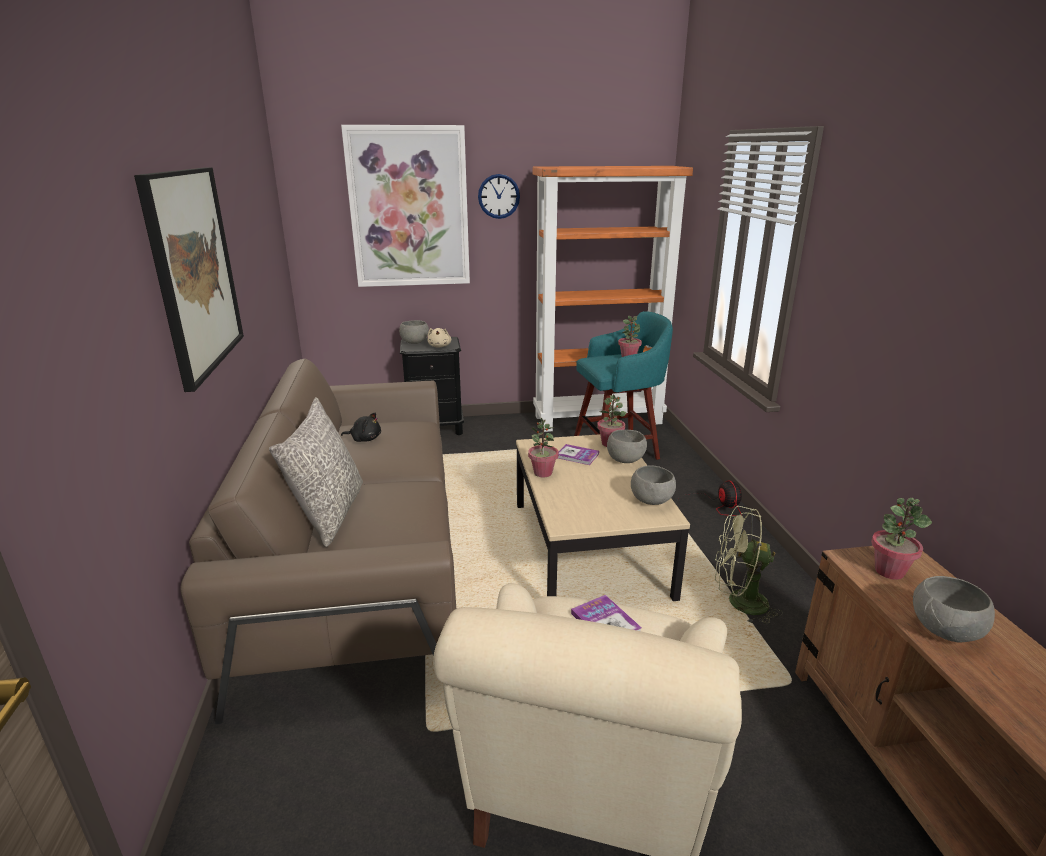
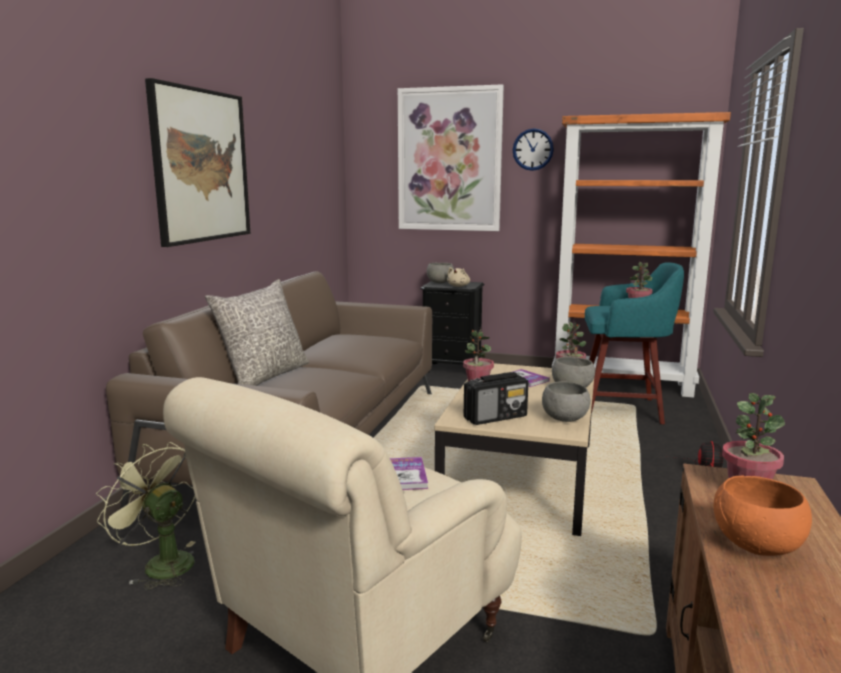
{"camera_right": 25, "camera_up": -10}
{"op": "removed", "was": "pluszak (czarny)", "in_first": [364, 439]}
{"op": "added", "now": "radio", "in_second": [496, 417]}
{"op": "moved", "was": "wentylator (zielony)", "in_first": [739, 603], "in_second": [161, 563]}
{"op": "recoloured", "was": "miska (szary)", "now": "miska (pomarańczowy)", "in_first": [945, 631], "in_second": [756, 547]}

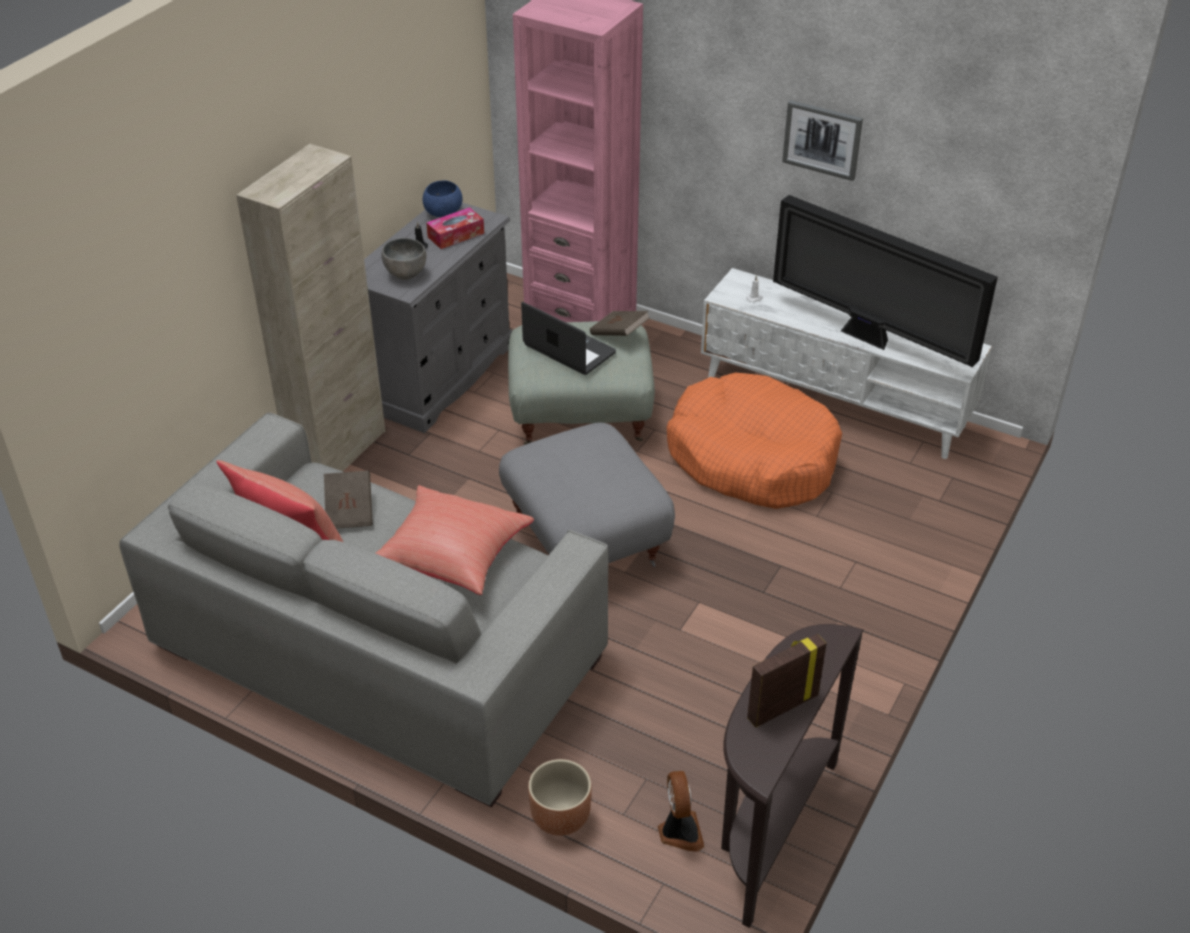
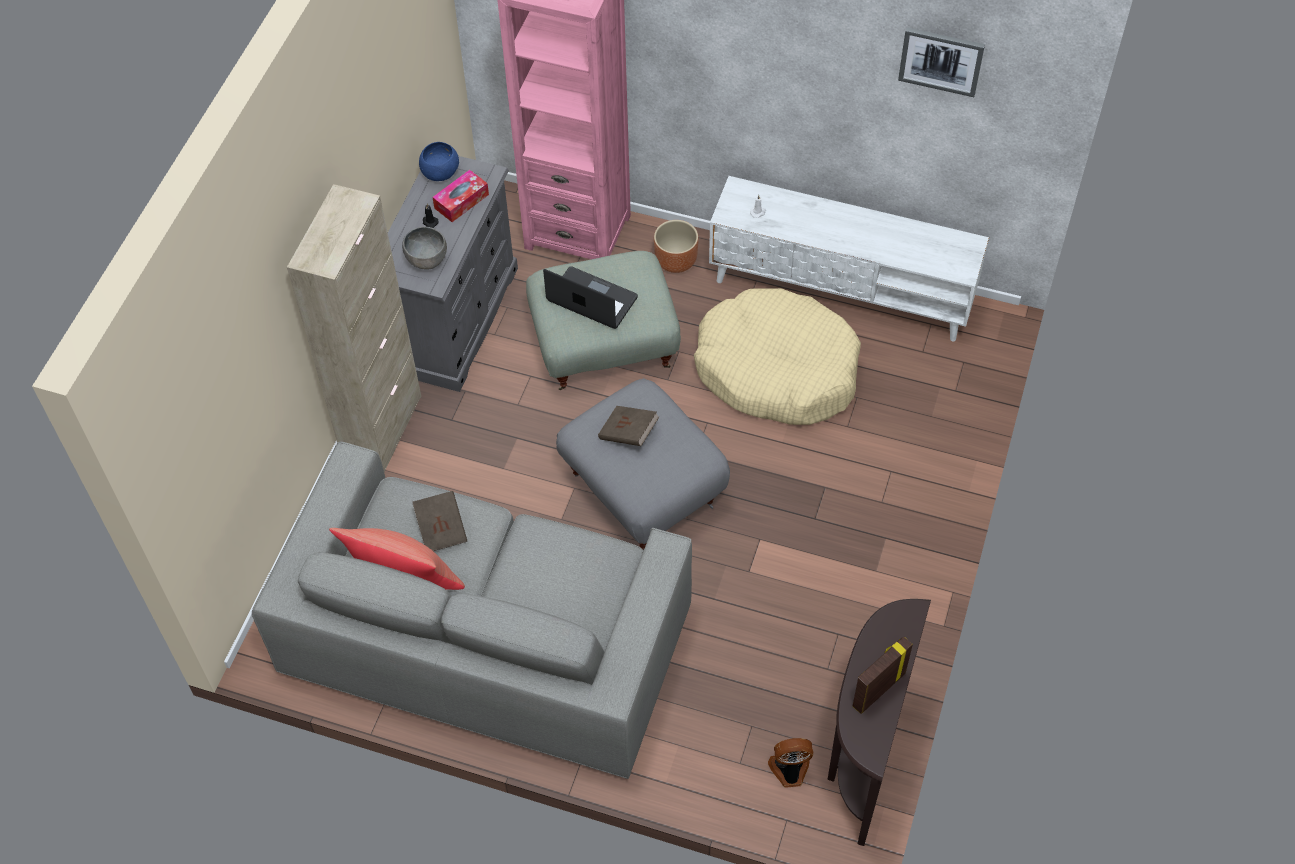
{"camera_right": -10, "camera_up": 15}
{"op": "removed", "was": "poduszka (czerwony)", "in_first": [451, 558]}
{"op": "removed", "was": "telewizor", "in_first": [868, 338]}
{"op": "moved", "was": "donica (brązowy)", "in_first": [559, 817], "in_second": [675, 261]}
{"op": "moved", "was": "książka (brązowy)", "in_first": [619, 334], "in_second": [628, 433]}
{"op": "moved", "was": "obraz", "in_first": [822, 139], "in_second": [941, 60]}
{"op": "recoloured", "was": "legowisko (pomarańczowy)", "now": "legowisko (beżowy)", "in_first": [752, 458], "in_second": [776, 370]}
{"op": "turned", "was": "wentylator", "in_first": [679, 832], "in_second": [790, 771], "clockwise": -75}

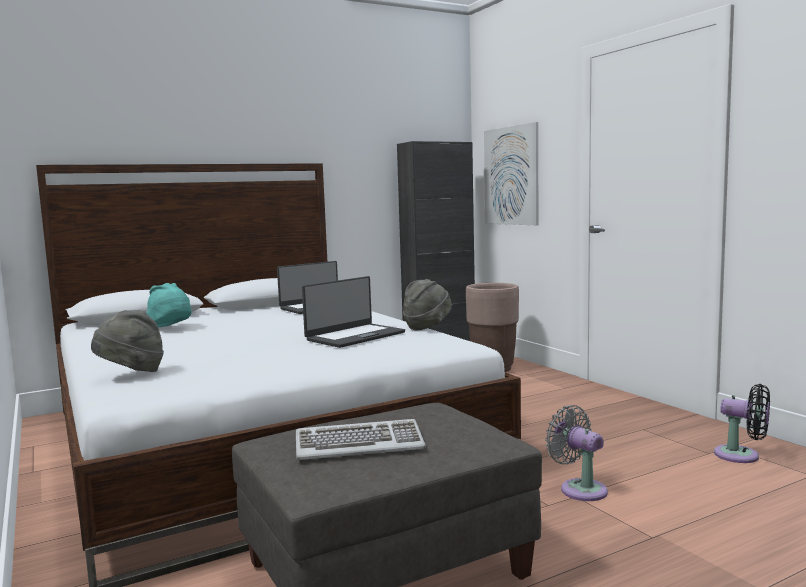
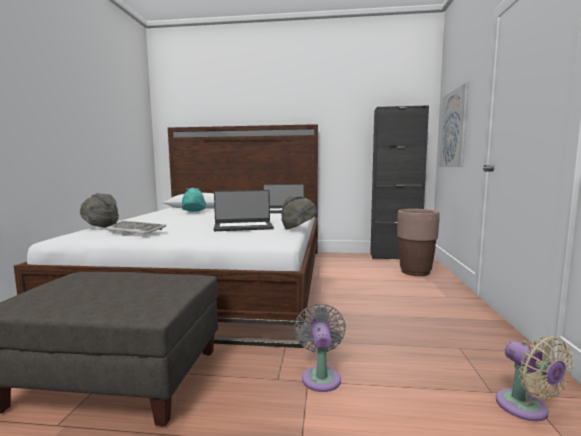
{"camera_right": 35, "camera_up": 0}
{"op": "moved", "was": "klawiatura", "in_first": [359, 444], "in_second": [136, 230]}
{"op": "recoloured", "was": "wentylator (czarny)", "now": "wentylator (beżowy)", "in_first": [741, 456], "in_second": [526, 409]}

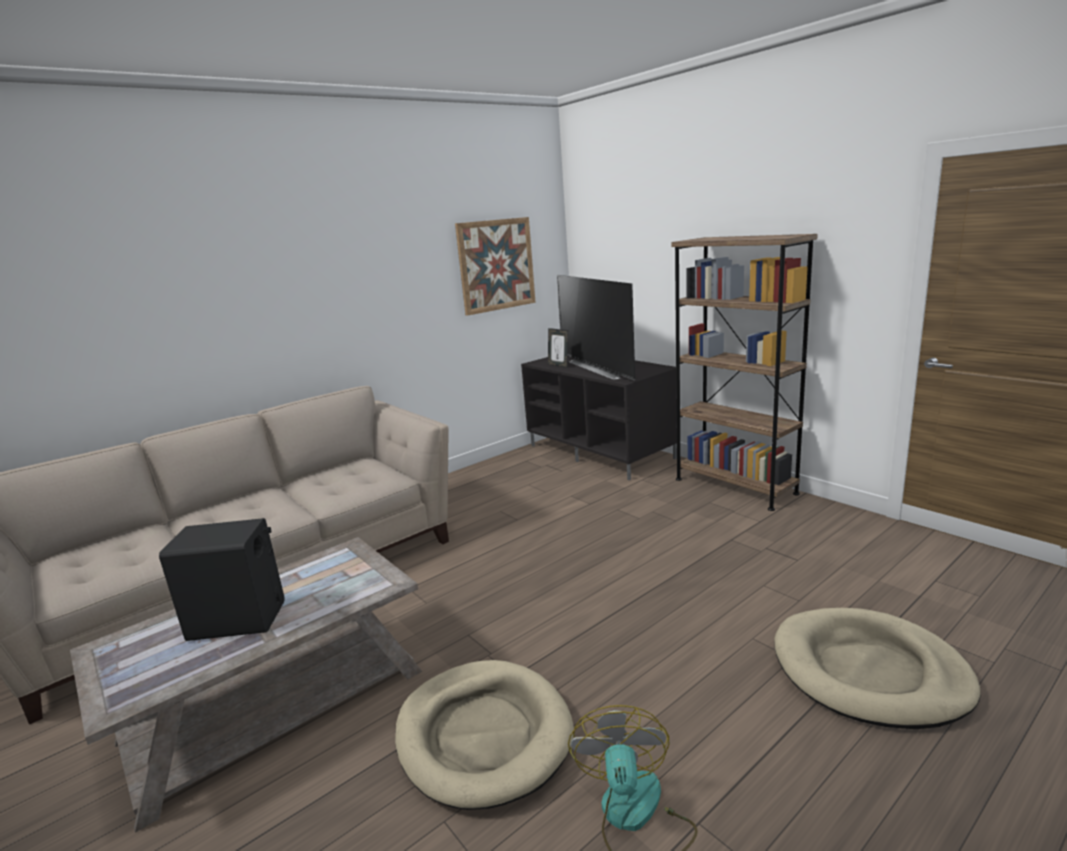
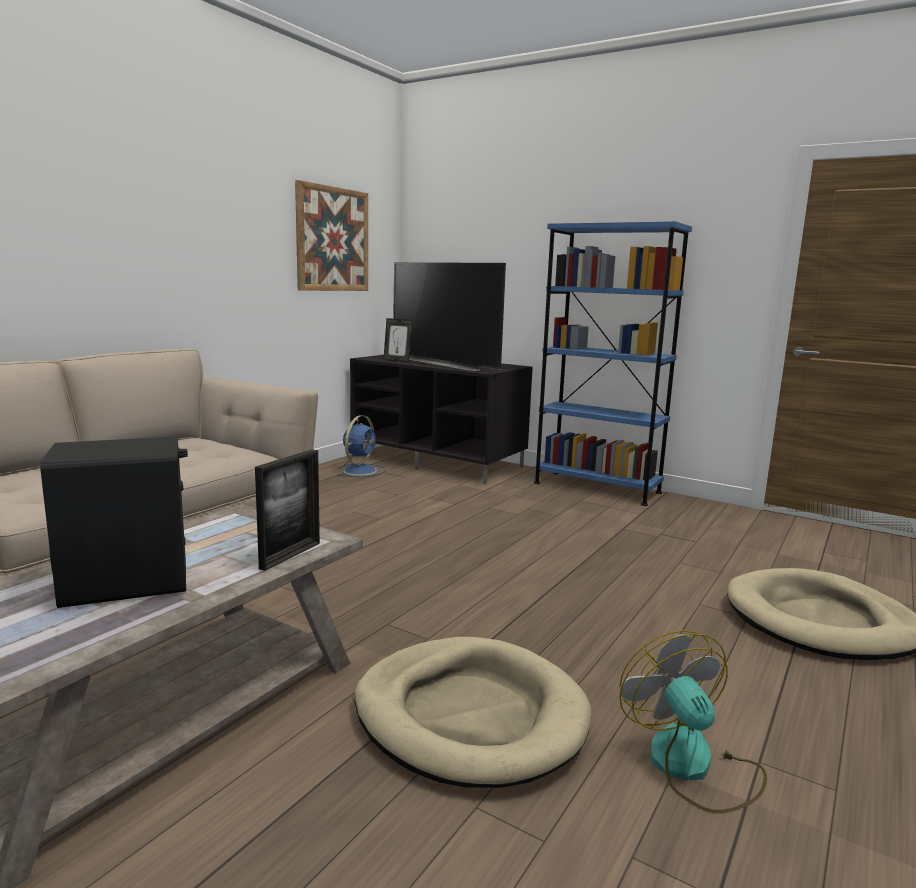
{"camera_right": -20, "camera_up": -5}
{"op": "added", "now": "ramka na zdjęcie", "in_second": [290, 555]}
{"op": "added", "now": "wentylator (niebieski)", "in_second": [360, 470]}
{"op": "recoloured", "was": "regał (brązowy)", "now": "regał (niebieski)", "in_first": [735, 486], "in_second": [596, 488]}

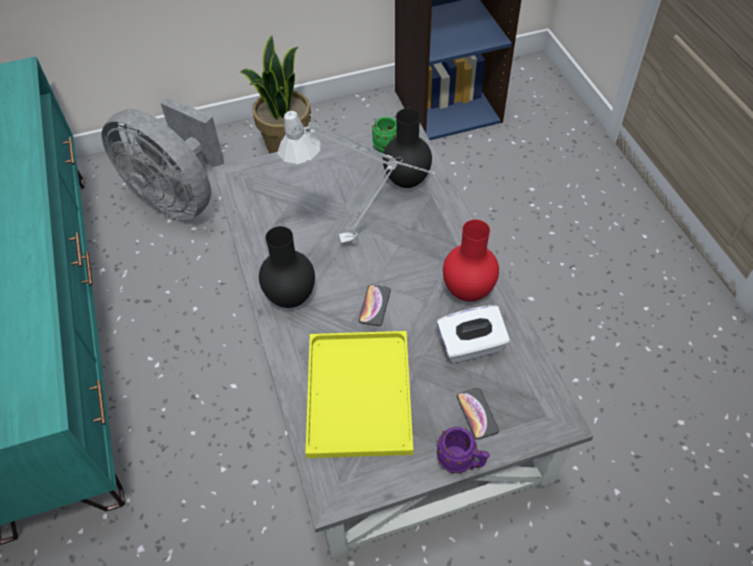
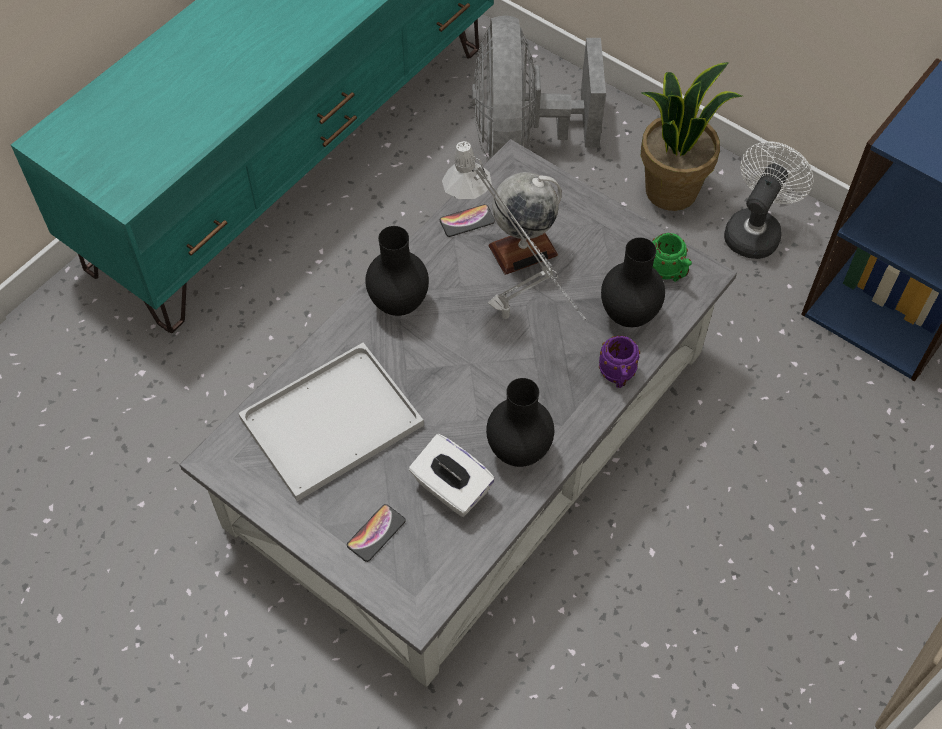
{"camera_right": 55, "camera_up": 5}
{"op": "added", "now": "globus", "in_second": [523, 250]}
{"op": "added", "now": "wentylator (biały)", "in_second": [755, 230]}
{"op": "moved", "was": "telefon", "in_first": [374, 305], "in_second": [467, 221]}
{"op": "moved", "was": "kubek (fioletowy)", "in_first": [461, 462], "in_second": [617, 376]}
{"op": "recoloured", "was": "taca (żółty)", "now": "taca (biały)", "in_first": [357, 391], "in_second": [333, 419]}
{"op": "recoloured", "was": "wazon (czerwony)", "now": "wazon (czarny)", "in_first": [467, 291], "in_second": [519, 450]}

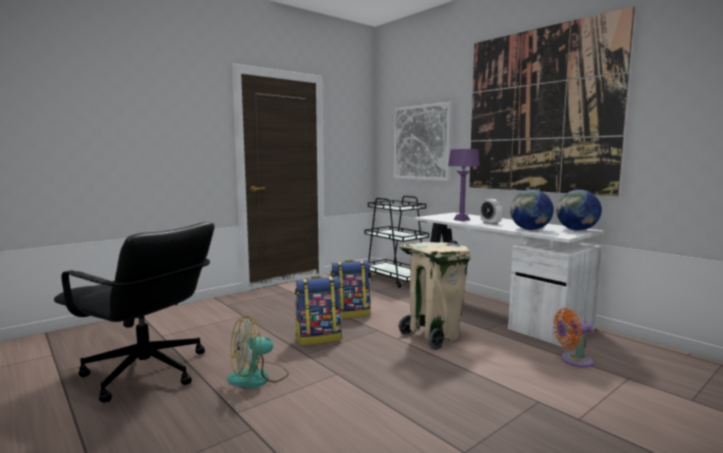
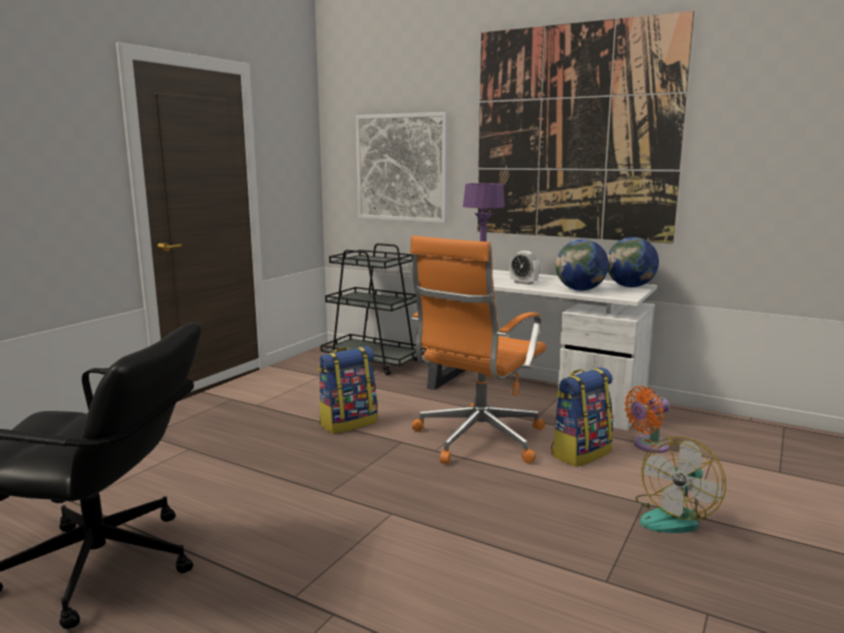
{"camera_right": -20, "camera_up": 5}
{"op": "moved", "was": "wentylator", "in_first": [258, 377], "in_second": [674, 517]}
{"op": "moved", "was": "plecak", "in_first": [318, 338], "in_second": [580, 453]}
{"op": "replaced", "was": "kosz na śmieci (beżowy)", "now": "krzesło biurowe (pomarańczowy)", "in_first": [433, 336], "in_second": [476, 440]}

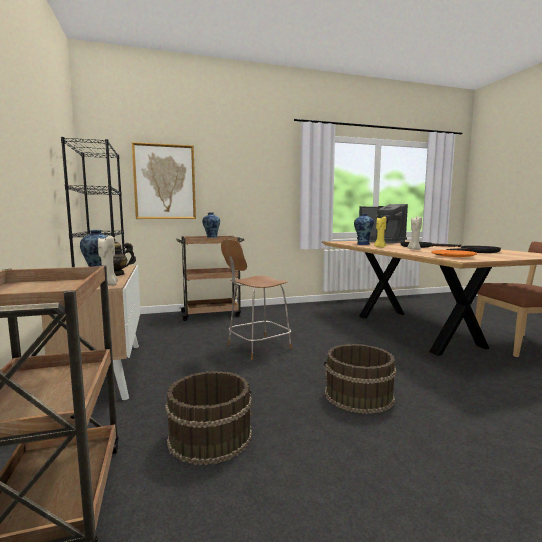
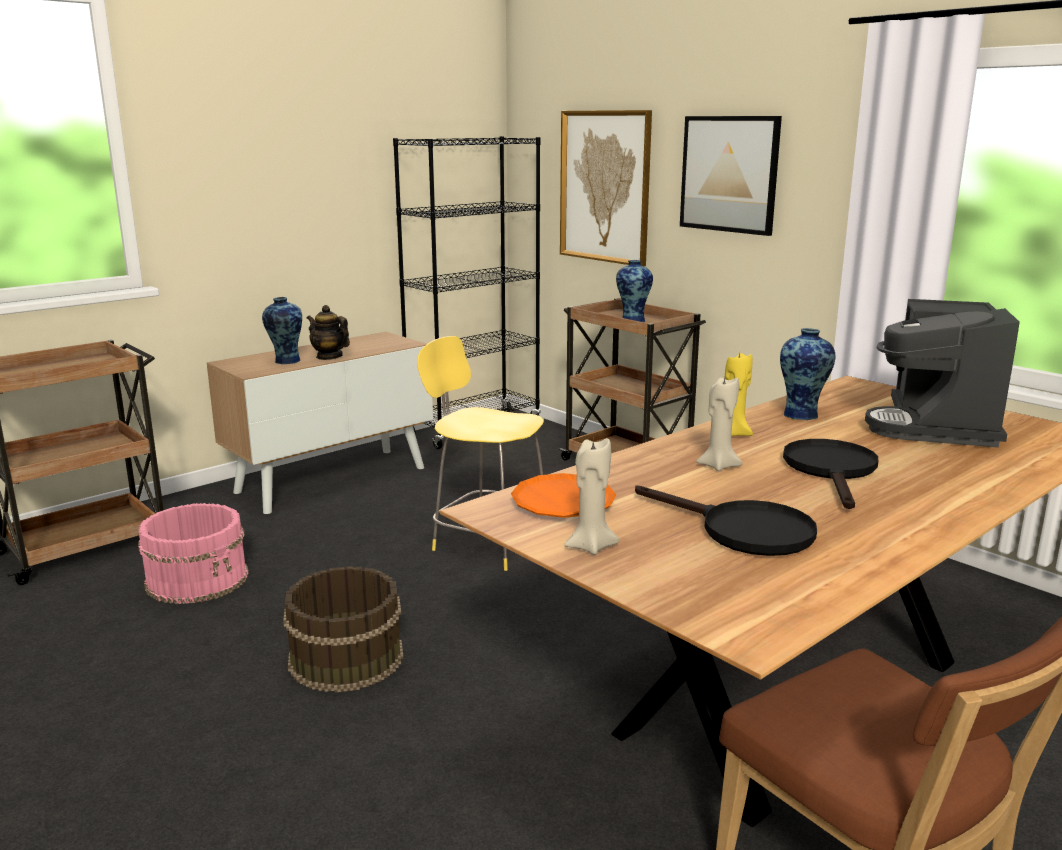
{"camera_right": 65, "camera_up": 10}
{"op": "added", "now": "obraz", "in_second": [729, 174]}
{"op": "moved", "was": "świeca (beżowy)", "in_first": [108, 285], "in_second": [590, 546]}
{"op": "recoloured", "was": "wiadro (brązowy)", "now": "wiadro (różowy)", "in_first": [210, 436], "in_second": [198, 579]}
{"op": "recoloured", "was": "stołek (brązowy)", "now": "stołek (żółty)", "in_first": [257, 347], "in_second": [488, 542]}

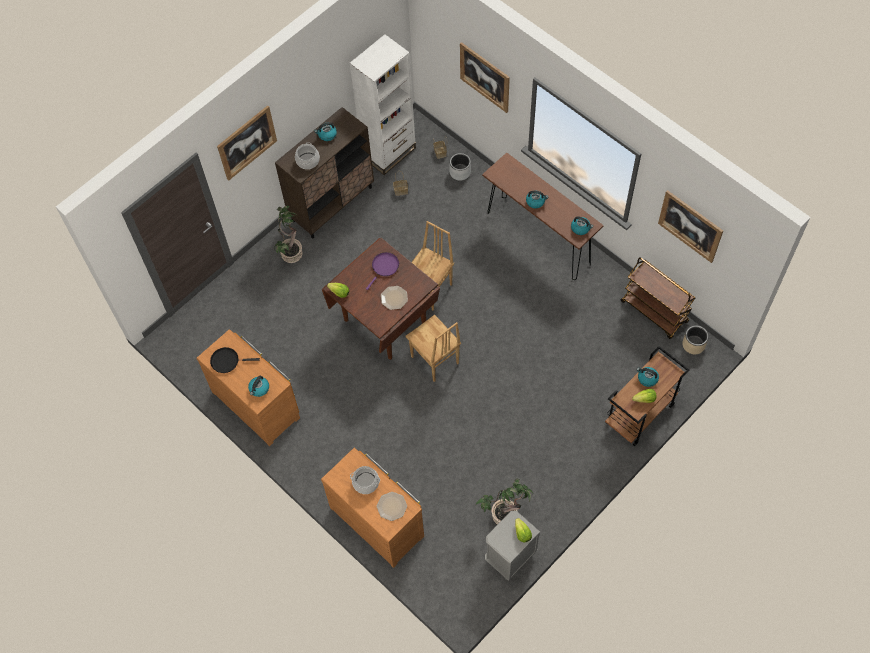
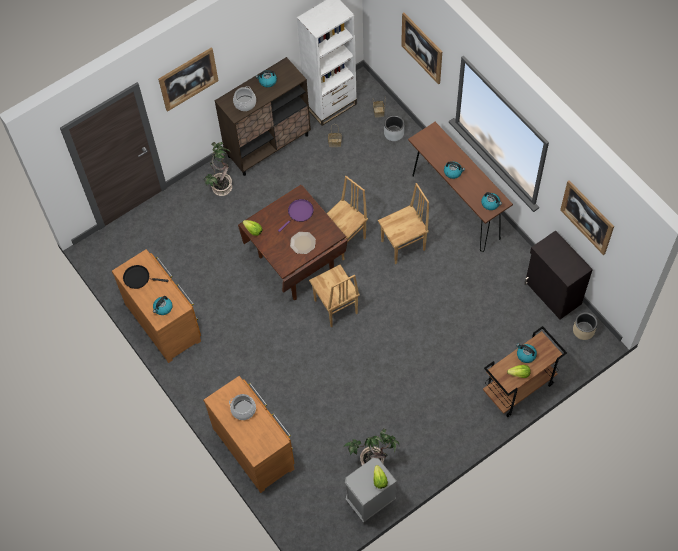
{"camera_right": 10, "camera_up": 0}
{"op": "removed", "was": "talerz", "in_first": [392, 506]}
{"op": "added", "now": "krzesło (brązowy)", "in_second": [404, 246]}
{"op": "replaced", "was": "wózek (brązowy)", "now": "szafka (czarny)", "in_first": [654, 312], "in_second": [552, 293]}

